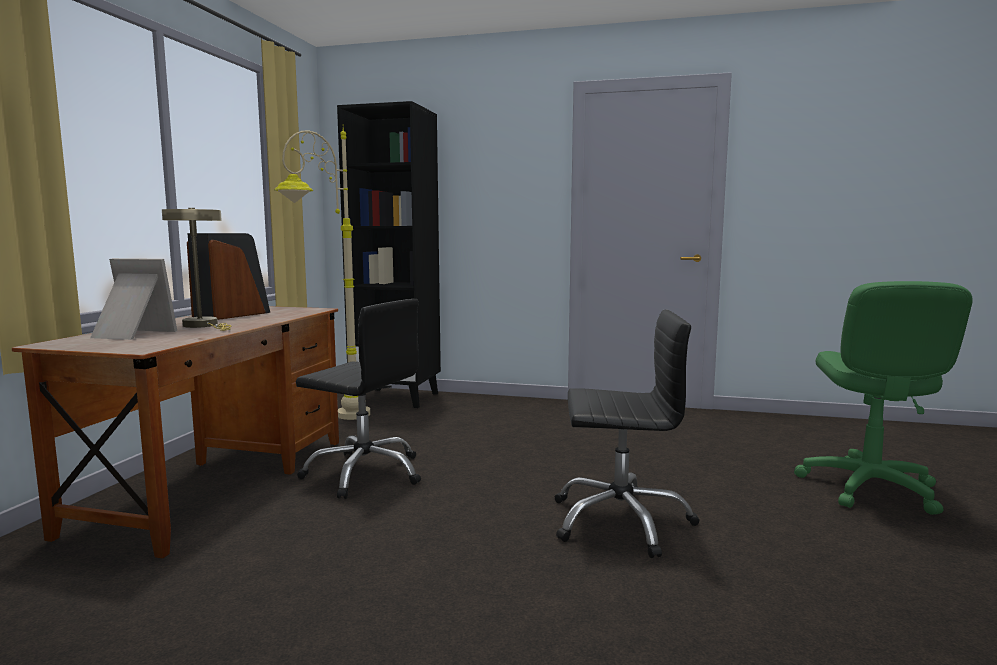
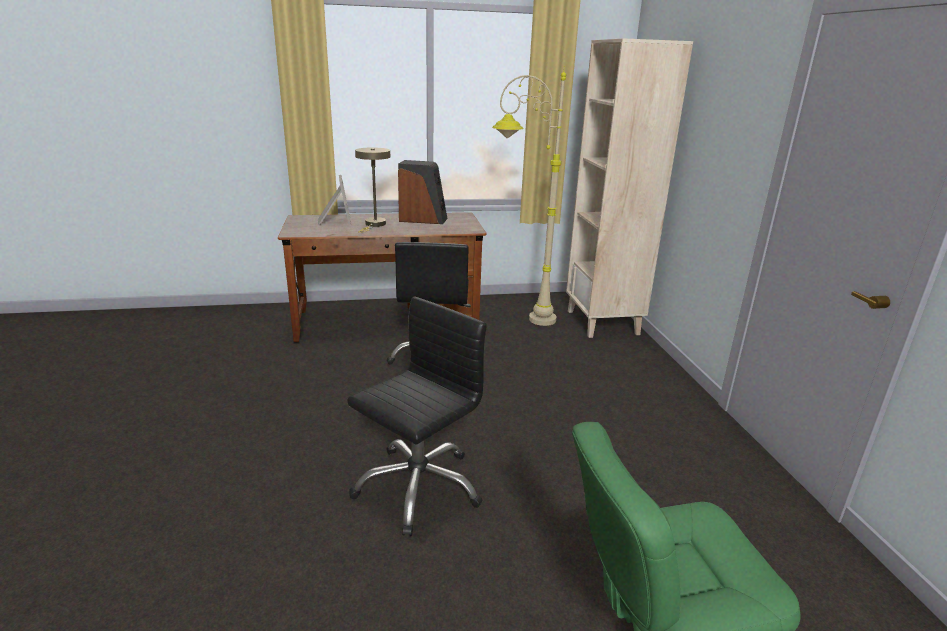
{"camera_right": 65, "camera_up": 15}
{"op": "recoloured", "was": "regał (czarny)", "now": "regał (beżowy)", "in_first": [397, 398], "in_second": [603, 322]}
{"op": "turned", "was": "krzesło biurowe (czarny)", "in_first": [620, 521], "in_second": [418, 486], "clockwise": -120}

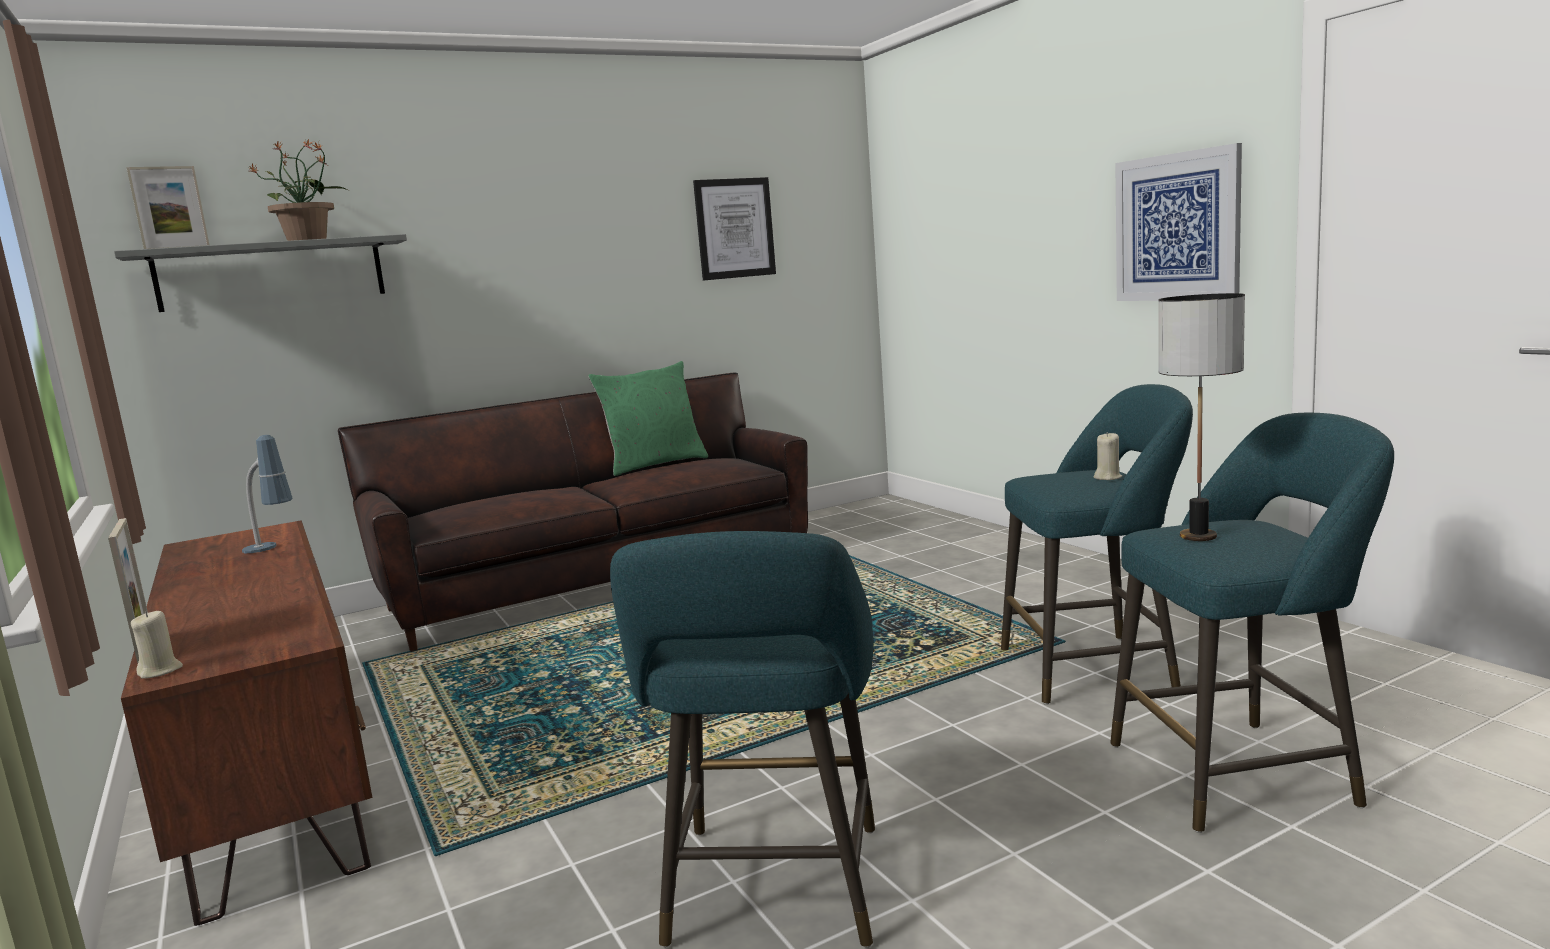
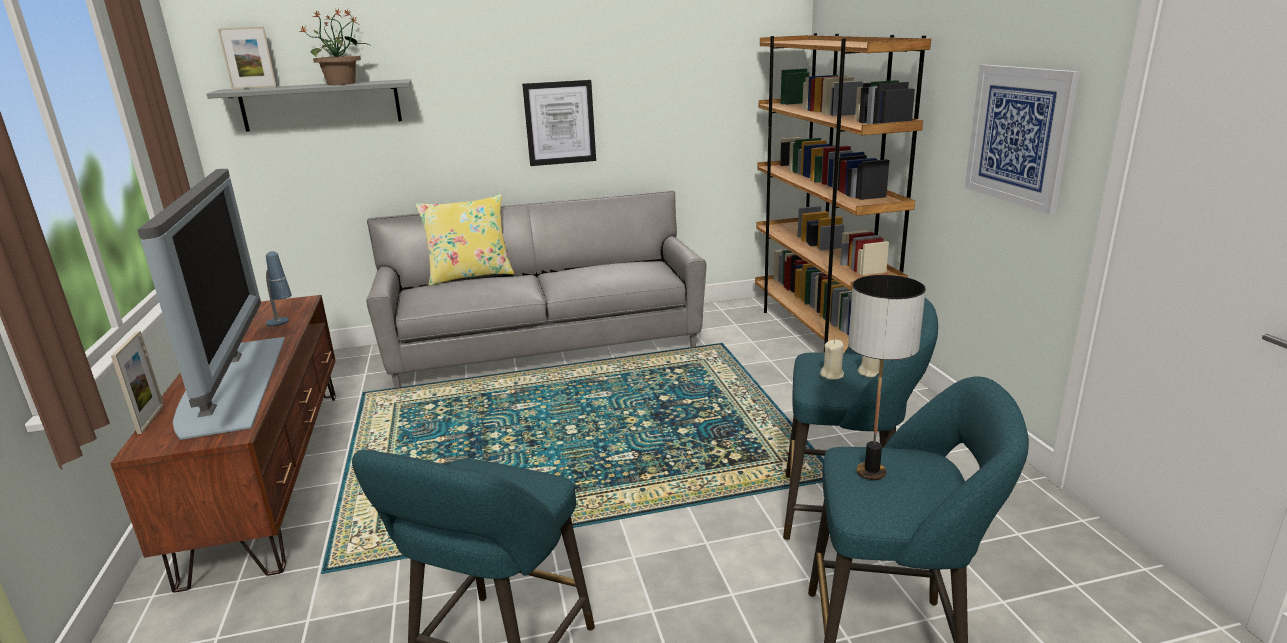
{"camera_right": 15, "camera_up": 10}
{"op": "removed", "was": "poduszka (zielony)", "in_first": [654, 464]}
{"op": "added", "now": "telewizor", "in_second": [231, 384]}
{"op": "added", "now": "poduszka (żółty)", "in_second": [470, 276]}
{"op": "added", "now": "regał (brązowy)", "in_second": [818, 333]}
{"op": "moved", "was": "świeca (beżowy)", "in_first": [160, 671], "in_second": [832, 375]}
{"op": "moved", "was": "obraz", "in_first": [734, 228], "in_second": [560, 123]}
{"op": "recoloured", "was": "kanapa (brązowy)", "now": "kanapa (szary)", "in_first": [600, 582], "in_second": [545, 346]}

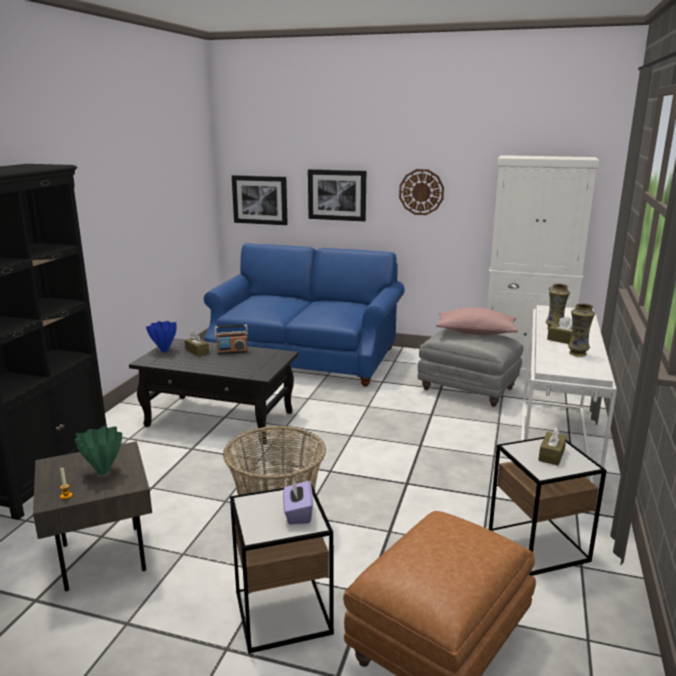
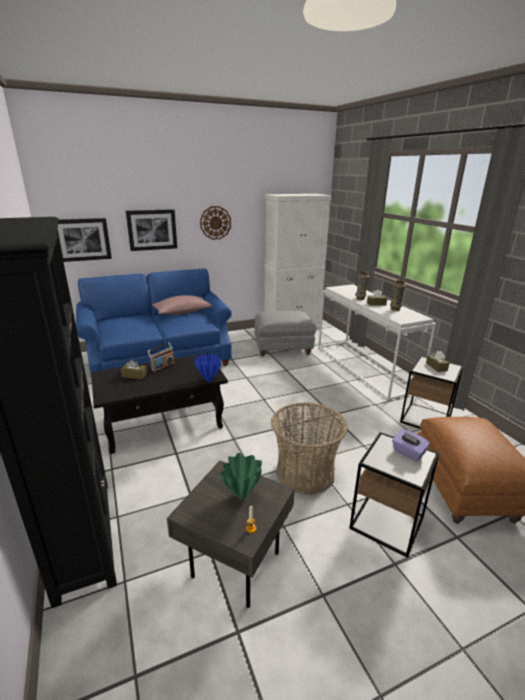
{"camera_right": -40, "camera_up": 5}
{"op": "moved", "was": "wazon (niebieski)", "in_first": [164, 350], "in_second": [208, 380]}
{"op": "moved", "was": "poduszka (różowy)", "in_first": [476, 333], "in_second": [182, 312]}

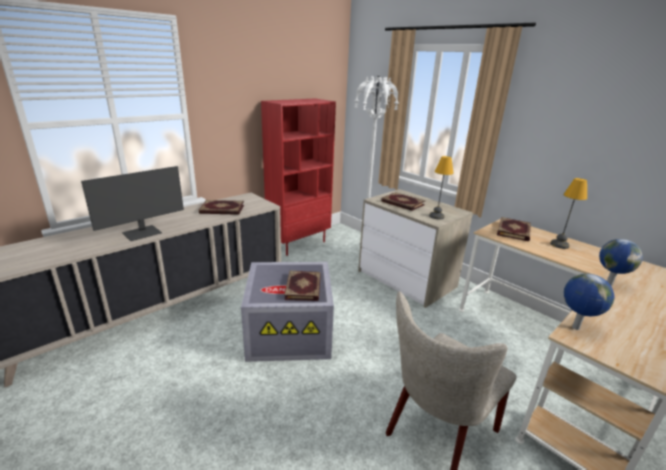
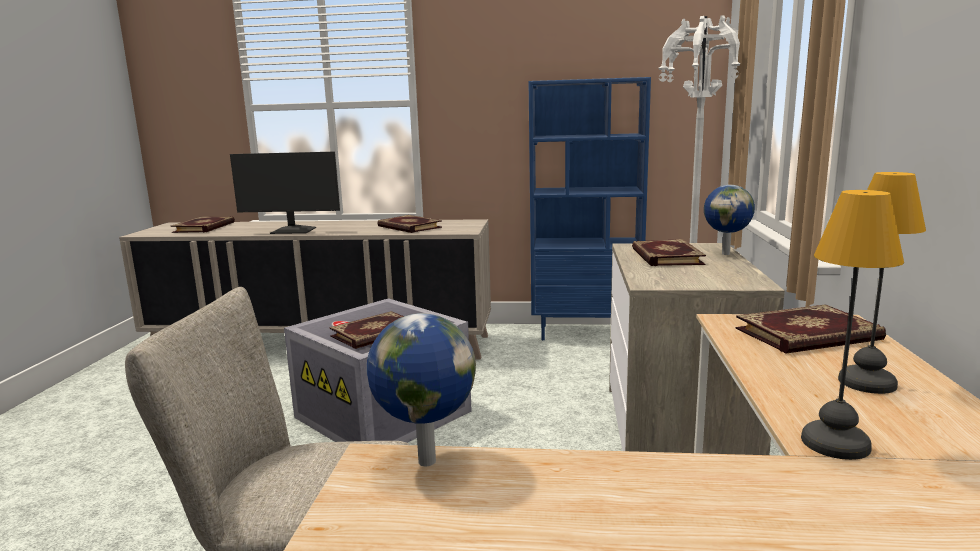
{"camera_right": 50, "camera_up": -10}
{"op": "added", "now": "książka", "in_second": [205, 227]}
{"op": "moved", "was": "lampa stołowa", "in_first": [436, 216], "in_second": [835, 442]}
{"op": "moved", "was": "globus", "in_first": [608, 284], "in_second": [726, 253]}
{"op": "recoloured", "was": "regał (czerwony)", "now": "regał (niebieski)", "in_first": [299, 244], "in_second": [586, 333]}

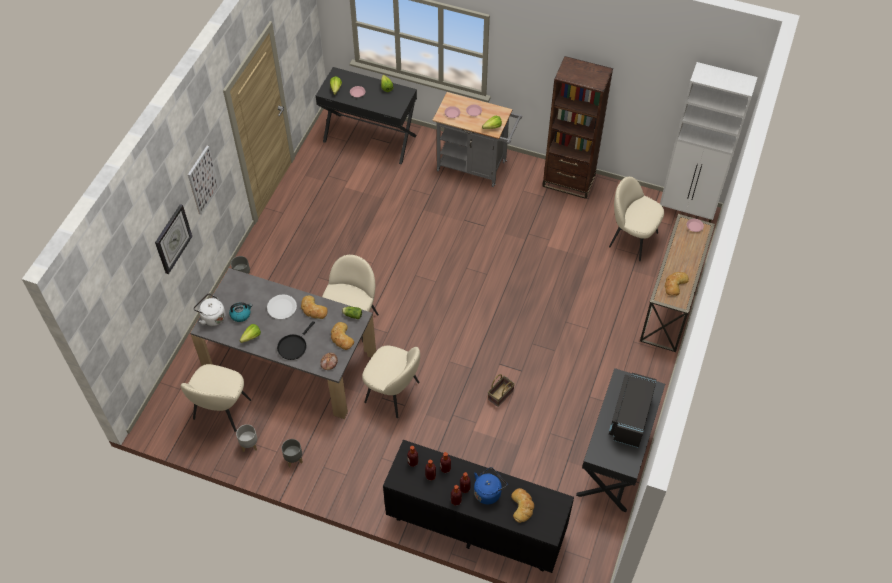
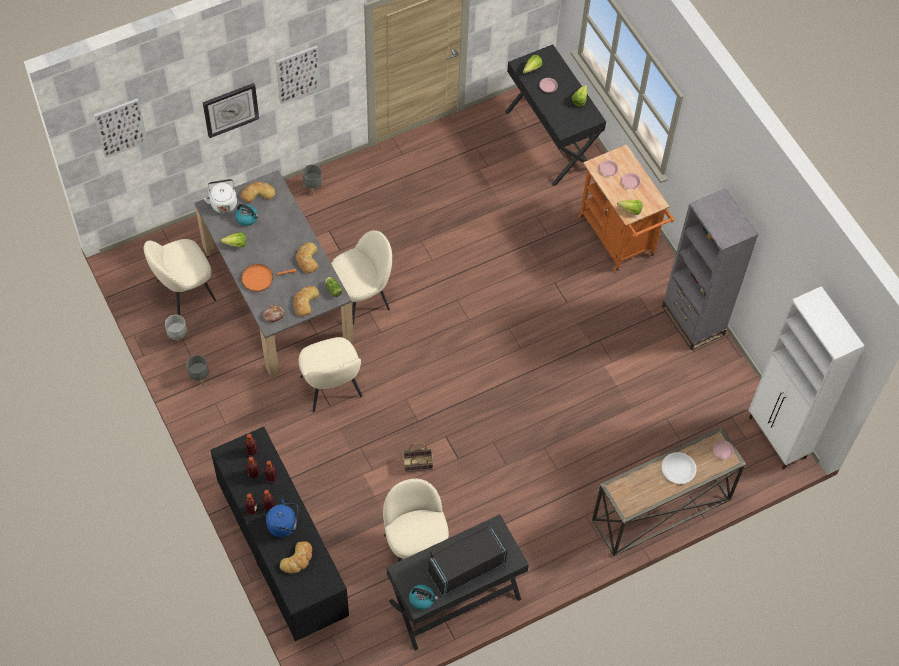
{"camera_right": 40, "camera_up": 5}
{"op": "added", "now": "obraz", "in_second": [120, 127]}
{"op": "added", "now": "czajnik", "in_second": [422, 599]}
{"op": "moved", "was": "talerz (biały)", "in_first": [281, 307], "in_second": [678, 468]}
{"op": "moved", "was": "krzesło (beżowy)", "in_first": [632, 239], "in_second": [415, 546]}
{"op": "moved", "was": "chleb", "in_first": [674, 284], "in_second": [257, 193]}
{"op": "recoloured", "was": "patelnia (czarny)", "now": "patelnia (pomarańczowy)", "in_first": [293, 346], "in_second": [260, 278]}
{"op": "recoloured", "was": "wózek (szary)", "now": "wózek (pomarańczowy)", "in_first": [476, 167], "in_second": [619, 240]}
{"op": "recoloured", "was": "regał (brązowy)", "now": "regał (szary)", "in_first": [568, 181], "in_second": [693, 320]}

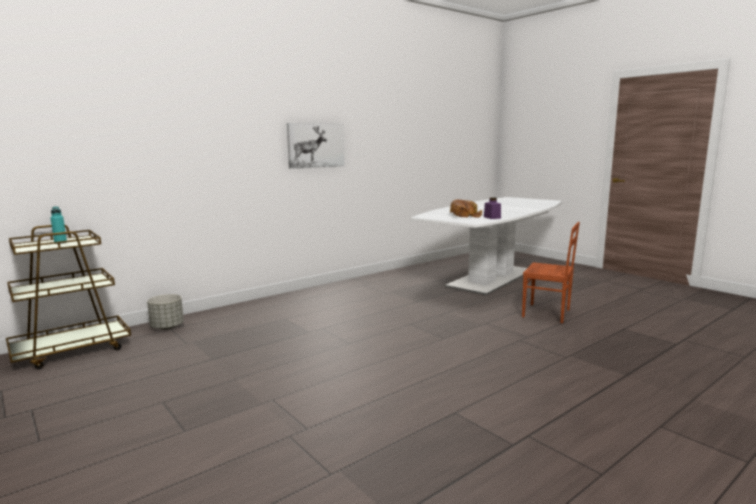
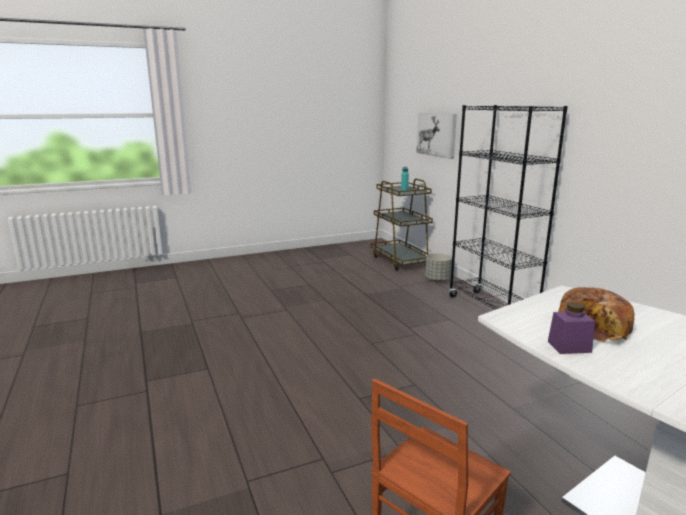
{"camera_right": 105, "camera_up": 5}
{"op": "added", "now": "regał (czarny)", "in_second": [491, 309]}
{"op": "moved", "was": "obraz", "in_first": [315, 145], "in_second": [437, 134]}

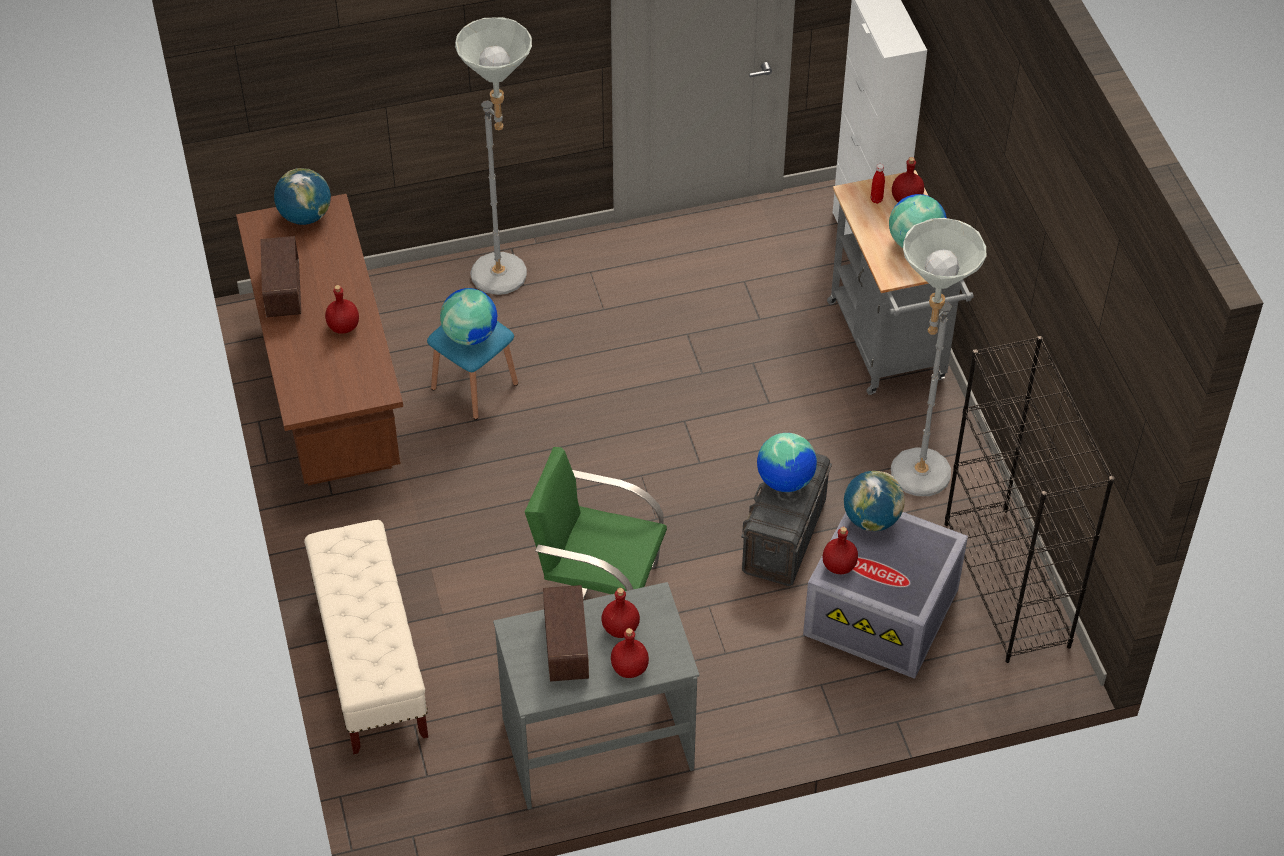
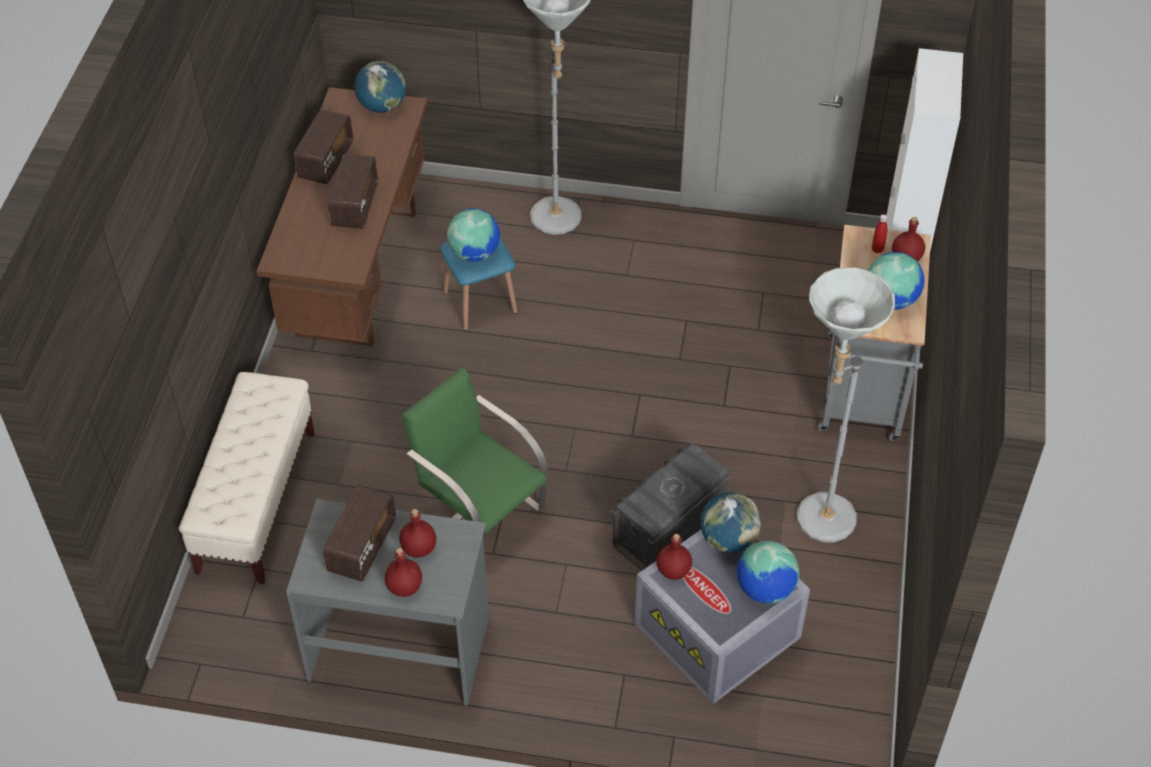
{"camera_right": 25, "camera_up": 0}
{"op": "removed", "was": "regał (czarny)", "in_first": [1007, 585]}
{"op": "moved", "was": "globus", "in_first": [785, 481], "in_second": [765, 589]}
{"op": "replaced", "was": "butelka (czerwony)", "now": "radio", "in_first": [343, 326], "in_second": [355, 206]}

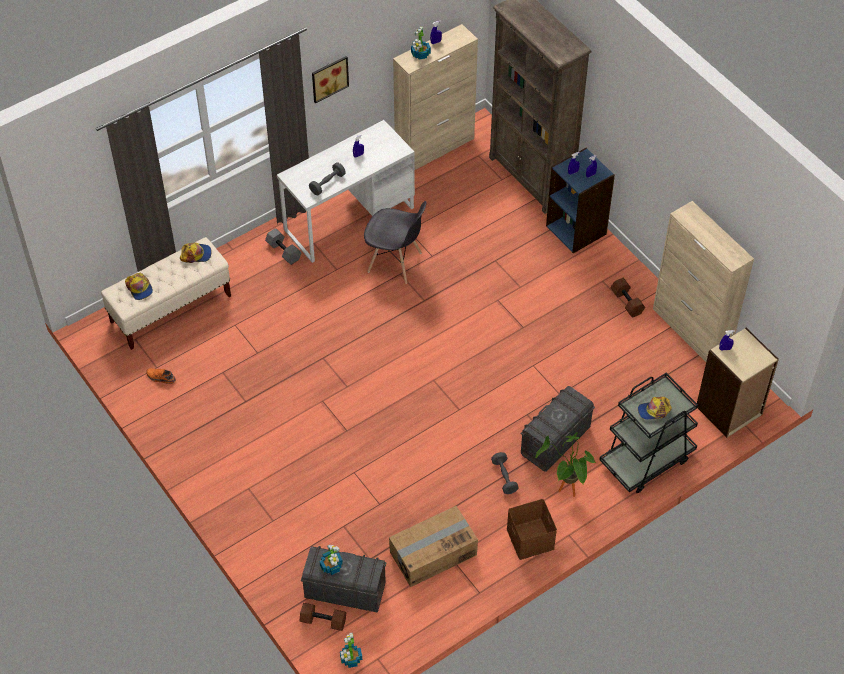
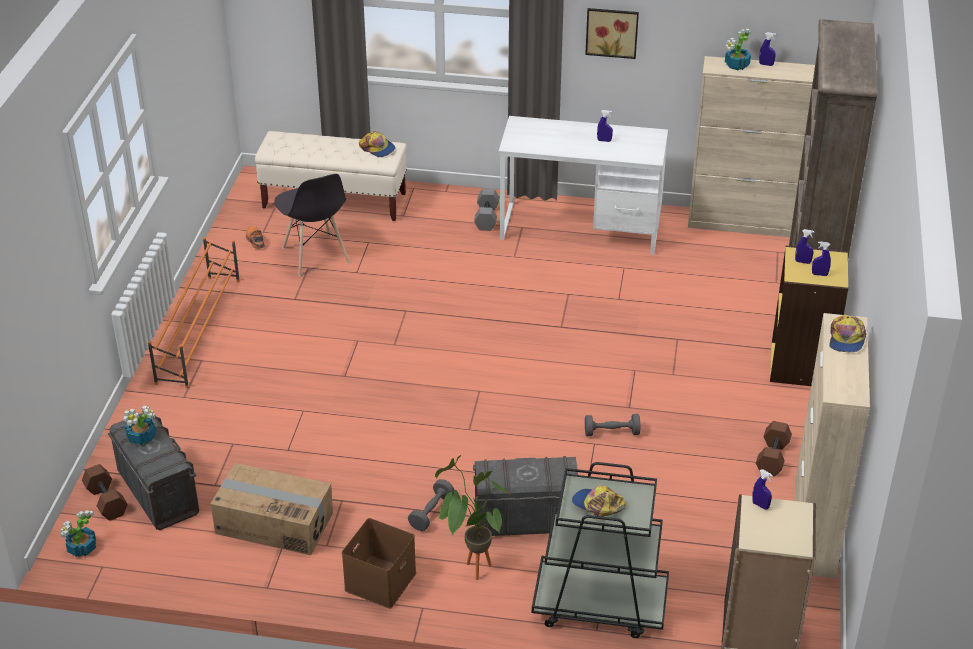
{"camera_right": 45, "camera_up": -15}
{"op": "added", "now": "regał na buty (pomarańczowy)", "in_second": [199, 330]}
{"op": "moved", "was": "czapka z daszkiem", "in_first": [139, 288], "in_second": [846, 339]}
{"op": "moved", "was": "hantel (szary)", "in_first": [327, 183], "in_second": [611, 432]}
{"op": "moved", "was": "krzesło (szary)", "in_first": [395, 263], "in_second": [315, 256]}
{"op": "recoloured", "was": "regał (niebieski)", "now": "regał (żółty)", "in_first": [576, 229], "in_second": [801, 365]}

